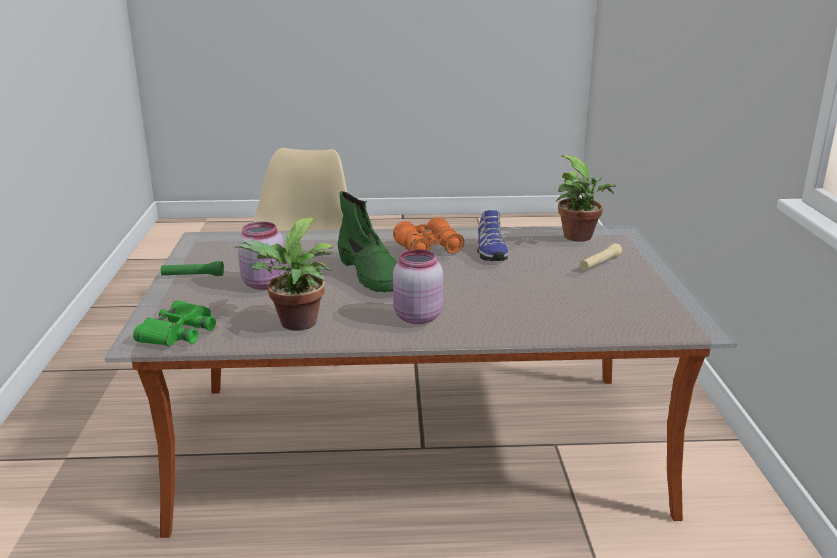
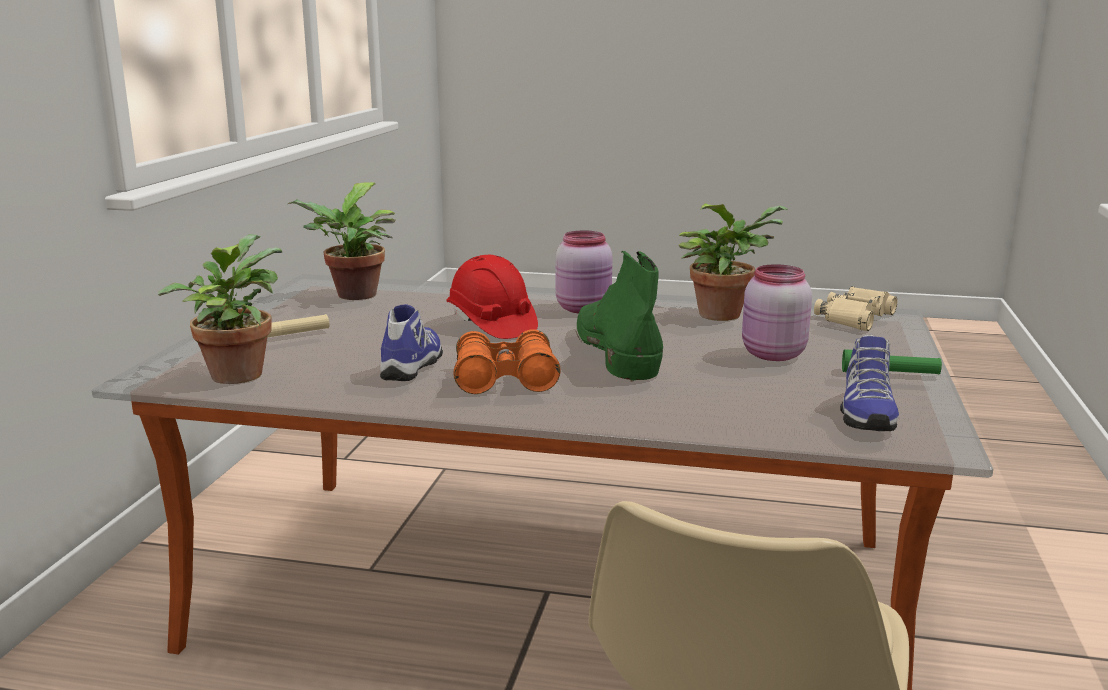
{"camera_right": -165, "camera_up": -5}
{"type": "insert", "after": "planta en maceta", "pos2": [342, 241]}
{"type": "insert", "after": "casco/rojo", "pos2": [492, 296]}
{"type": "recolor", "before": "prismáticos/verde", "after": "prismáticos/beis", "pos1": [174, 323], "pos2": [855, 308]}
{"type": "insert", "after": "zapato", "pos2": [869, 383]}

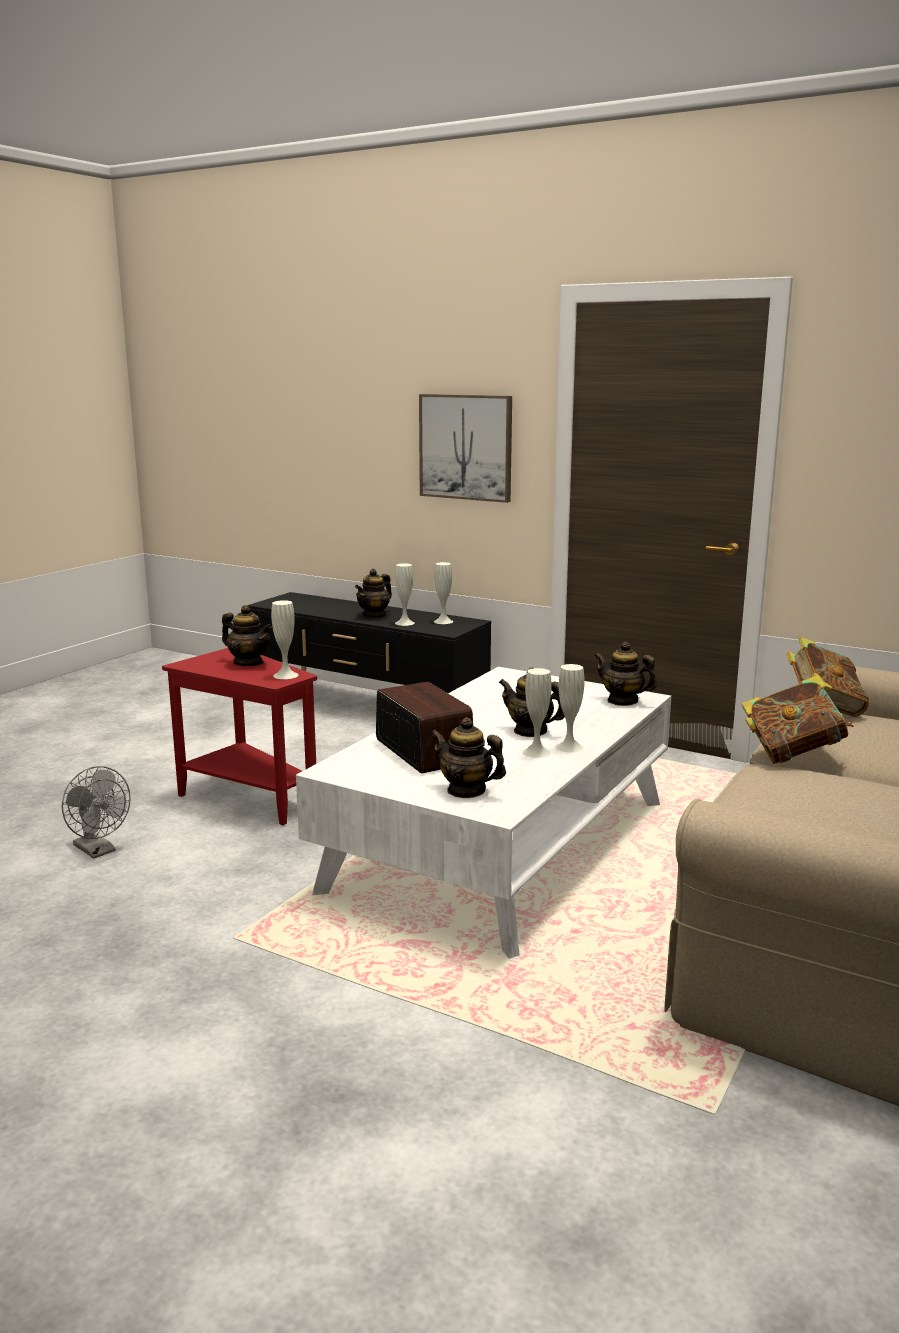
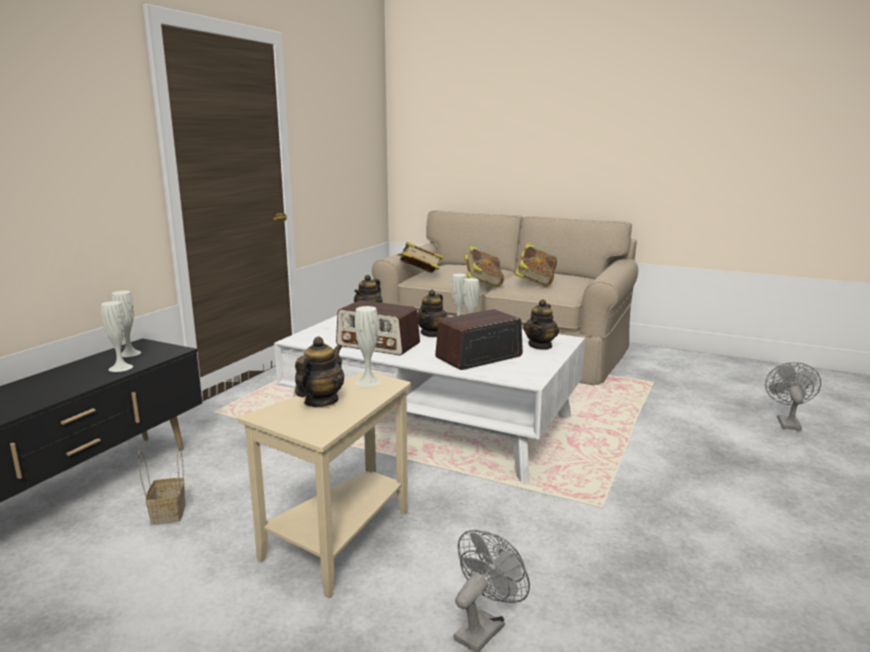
{"camera_right": -95, "camera_up": 0}
{"type": "insert", "after": "cesta", "pos2": [162, 486]}
{"type": "recolor", "before": "mesa auxiliar/rojo", "after": "mesa auxiliar/beis", "pos1": [239, 736], "pos2": [324, 485]}
{"type": "insert", "after": "radio", "pos2": [378, 327]}
{"type": "insert", "after": "libro", "pos2": [536, 265]}
{"type": "insert", "after": "ventilador/gris", "pos2": [793, 396]}
{"type": "delete", "before": "tetera", "pos1": [373, 593]}
{"type": "delete", "before": "cuadro", "pos1": [465, 448]}

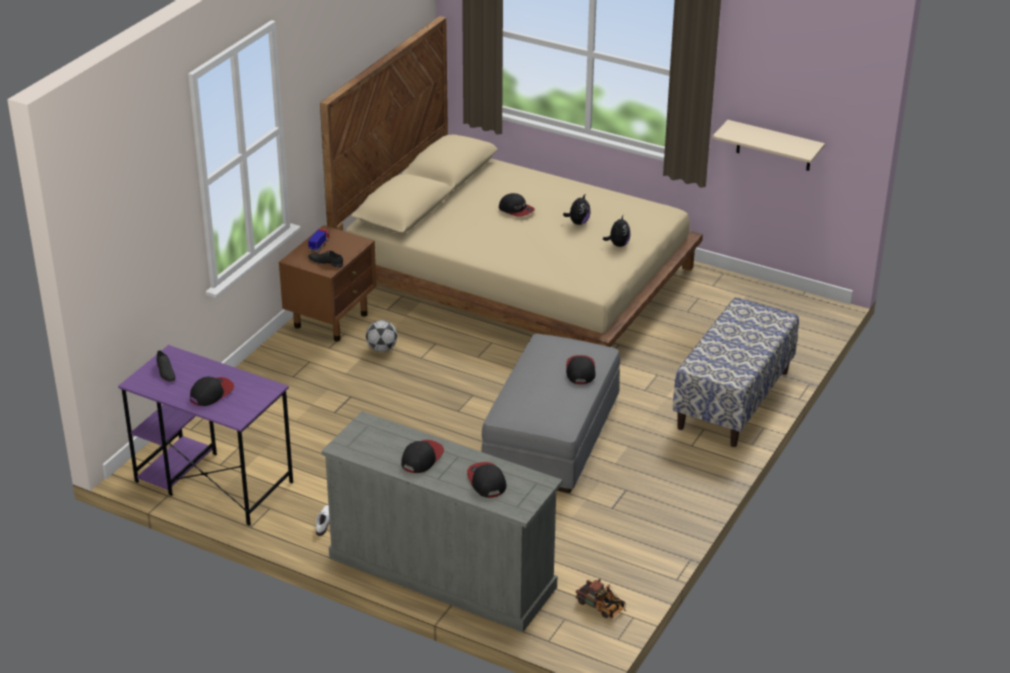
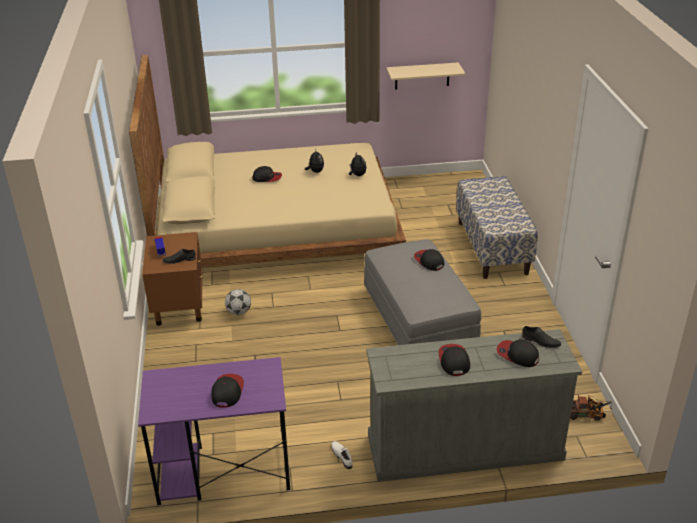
{"camera_right": -35, "camera_up": 0}
{"type": "move", "before": "zapato/negro", "pos1": [166, 366], "pos2": [542, 337]}

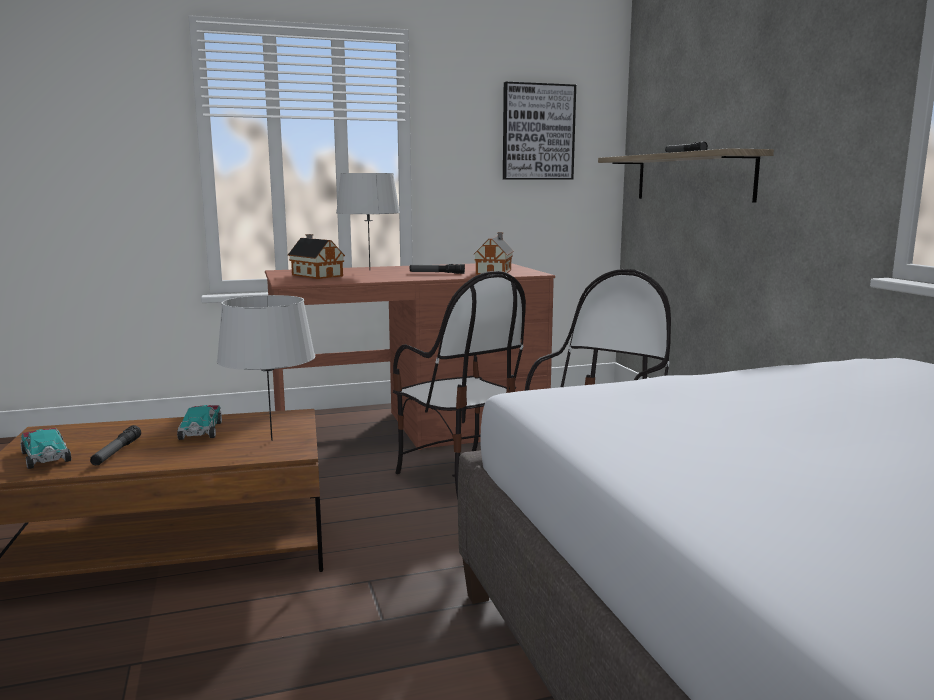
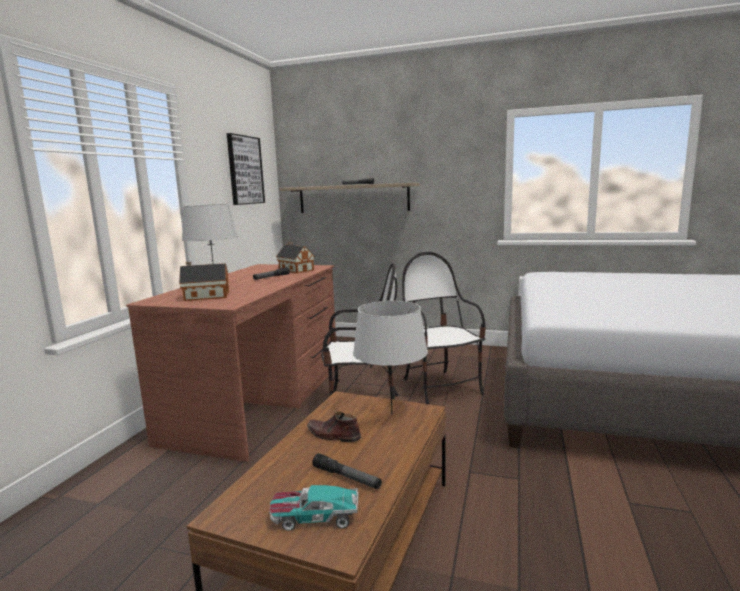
{"camera_right": -55, "camera_up": 0}
{"type": "replace", "before": "coche de juguete", "after": "zapato/marrón", "pos1": [199, 422], "pos2": [334, 427]}

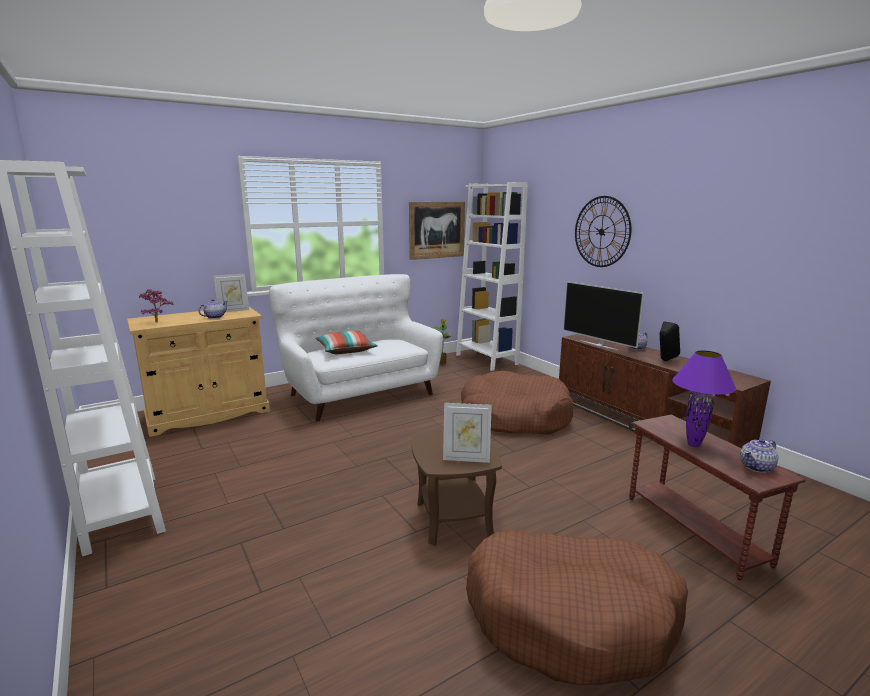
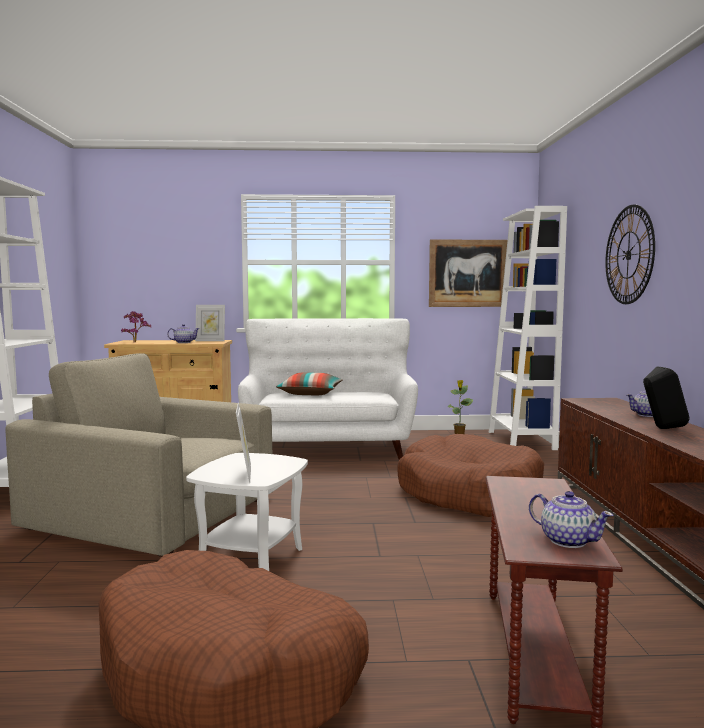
{"camera_right": 30, "camera_up": -10}
{"type": "insert", "after": "sillón/beis", "pos2": [138, 455]}
{"type": "recolor", "before": "mesa auxiliar/marrón", "after": "mesa auxiliar/blanco", "pos1": [457, 488], "pos2": [247, 512]}
{"type": "rotate", "before": "portarretratos", "pos1": [467, 433], "pos2": [243, 443], "turn": -135}
{"type": "rotate", "before": "tetera", "pos1": [759, 456], "pos2": [571, 519], "turn": -135}
{"type": "delete", "before": "televisor", "pos1": [603, 315]}
{"type": "delete", "before": "lámpara de mesa/morado", "pos1": [704, 398]}

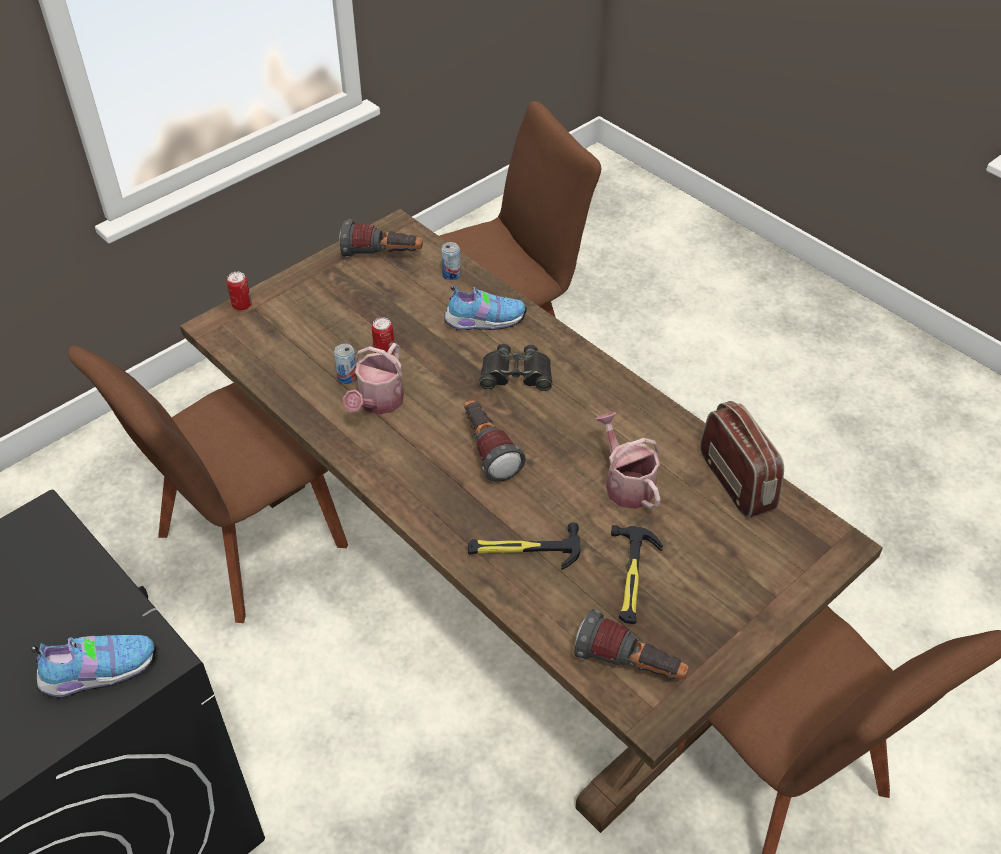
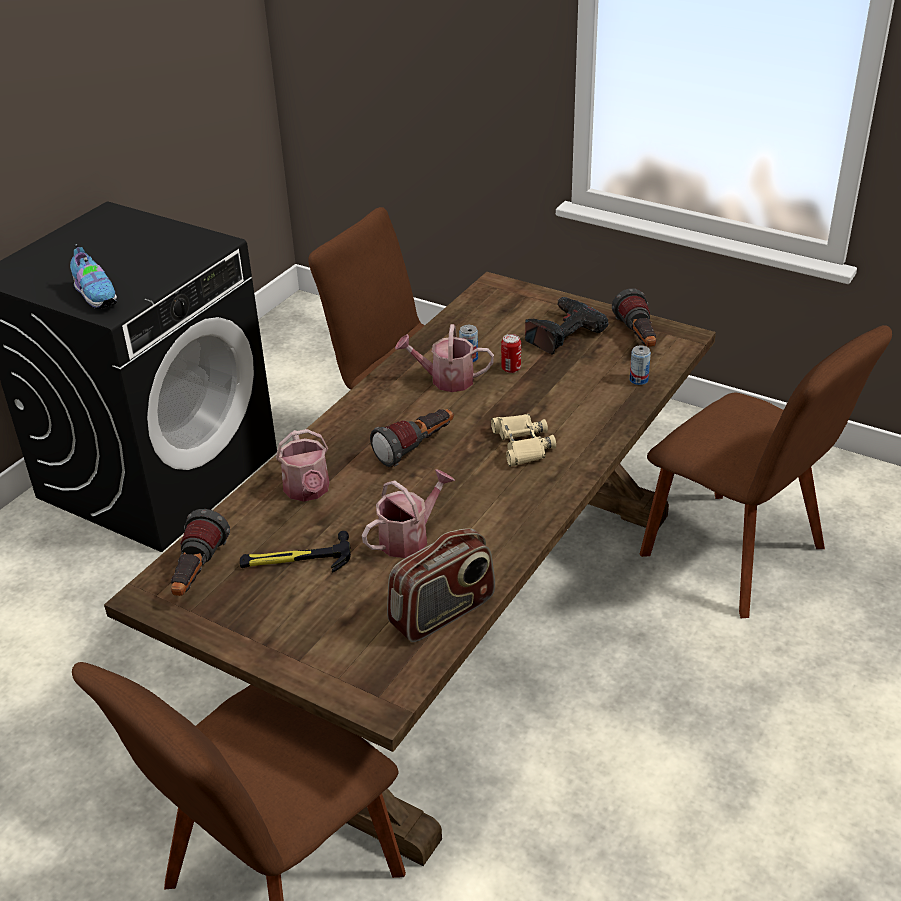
{"camera_right": 75, "camera_up": -10}
{"type": "replace", "before": "martillo", "after": "regadera", "pos1": [524, 546], "pos2": [302, 465]}
{"type": "recolor", "before": "prismáticos/negro", "after": "prismáticos/beis", "pos1": [515, 367], "pos2": [523, 440]}
{"type": "insert", "after": "taladro", "pos2": [566, 326]}
{"type": "delete", "before": "lata", "pos1": [239, 291]}
{"type": "delete", "before": "zapato", "pos1": [485, 308]}

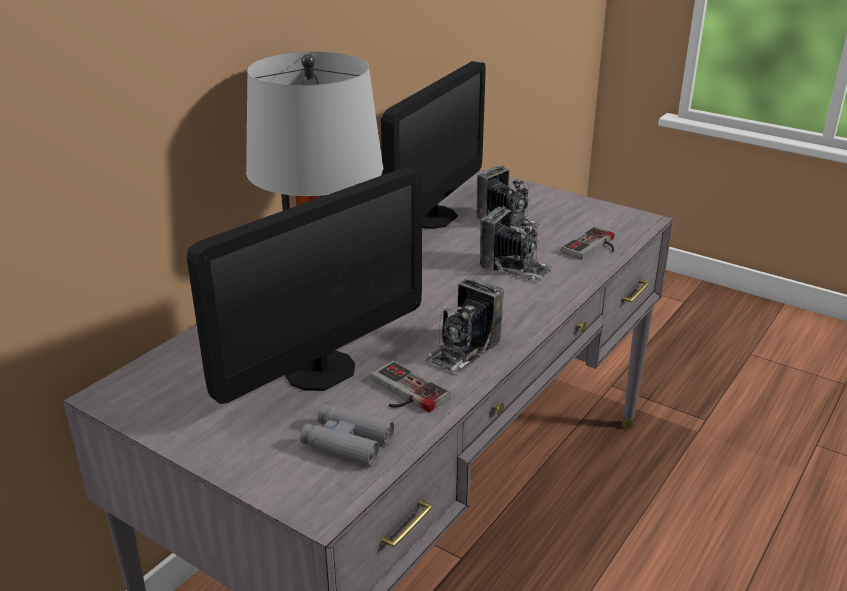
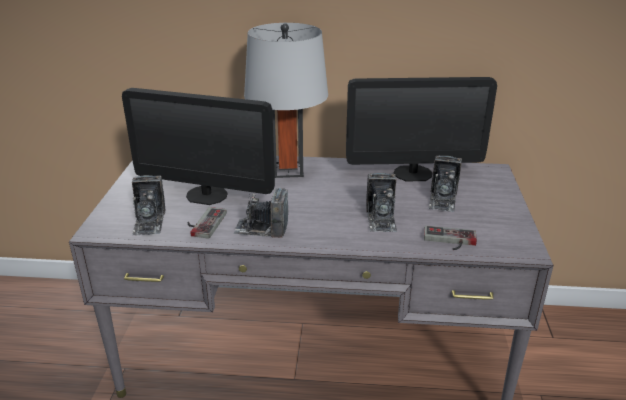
{"camera_right": 60, "camera_up": 0}
{"type": "replace", "before": "prismáticos/gris", "after": "cámara", "pos1": [347, 435], "pos2": [148, 205]}

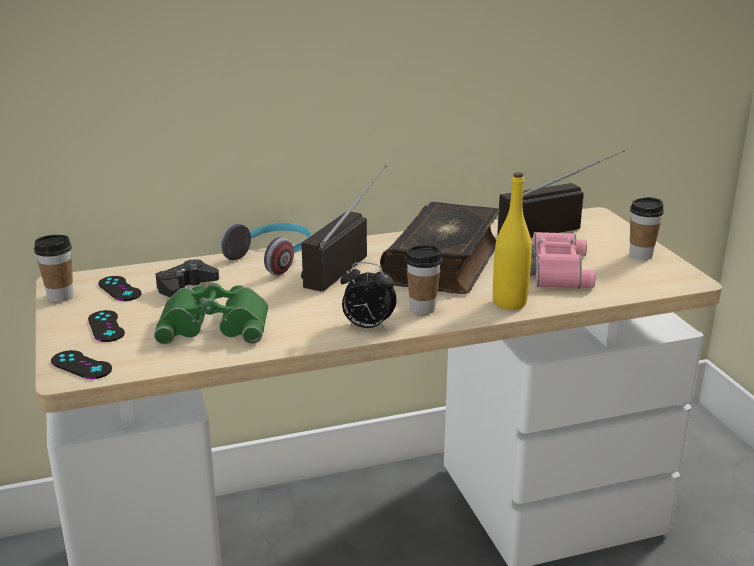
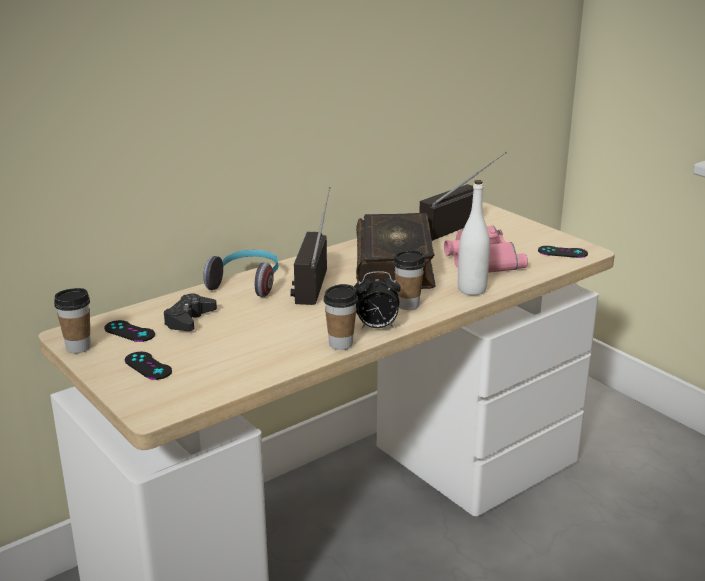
{"camera_right": -20, "camera_up": 0}
{"type": "move", "before": "taza", "pos1": [646, 228], "pos2": [341, 317]}
{"type": "recolor", "before": "botella/amarillo", "after": "botella/blanco", "pos1": [512, 241], "pos2": [474, 237]}
{"type": "move", "before": "mando de consola/negro", "pos1": [81, 364], "pos2": [563, 252]}
{"type": "delete", "before": "prismáticos/verde", "pos1": [211, 313]}

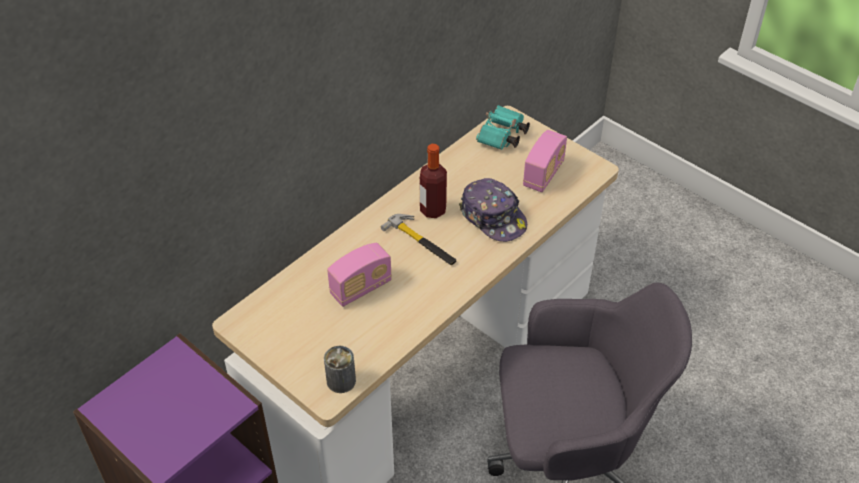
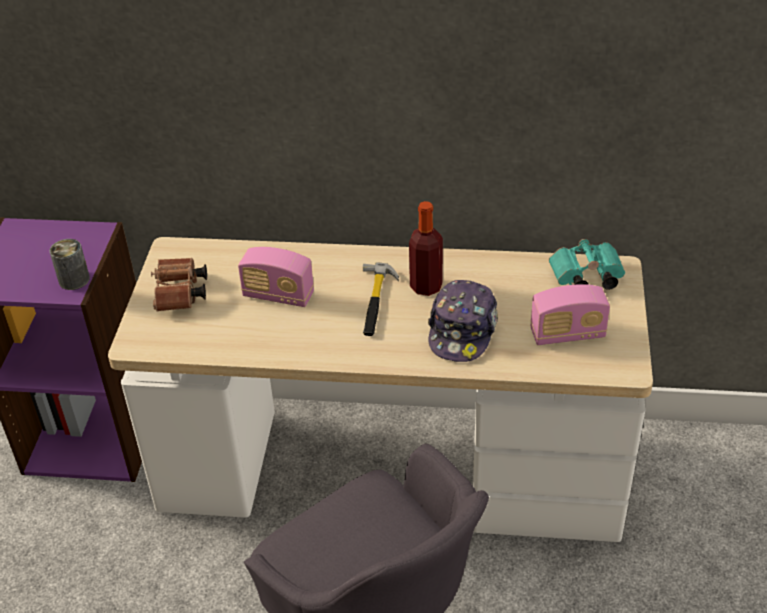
{"camera_right": 55, "camera_up": -5}
{"type": "move", "before": "lata", "pos1": [340, 369], "pos2": [69, 264]}
{"type": "insert", "after": "prismáticos/marrón", "pos2": [179, 285]}

